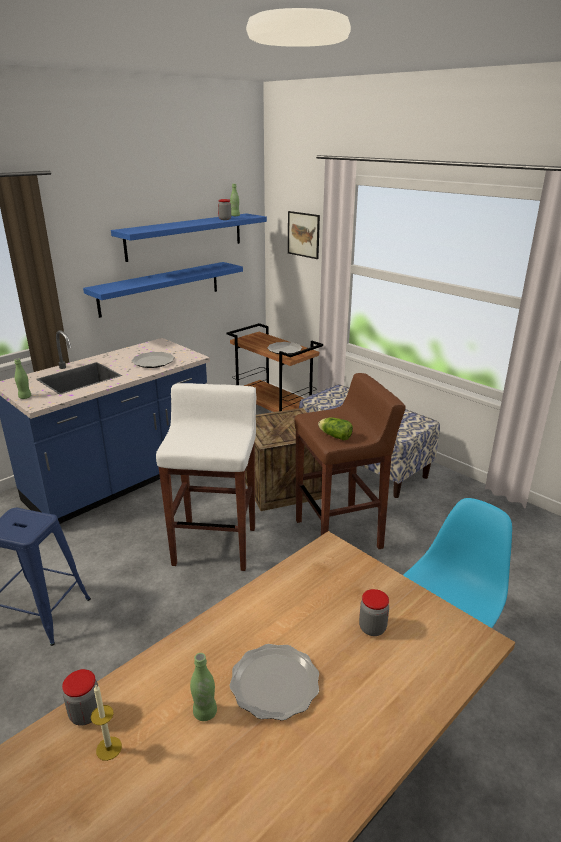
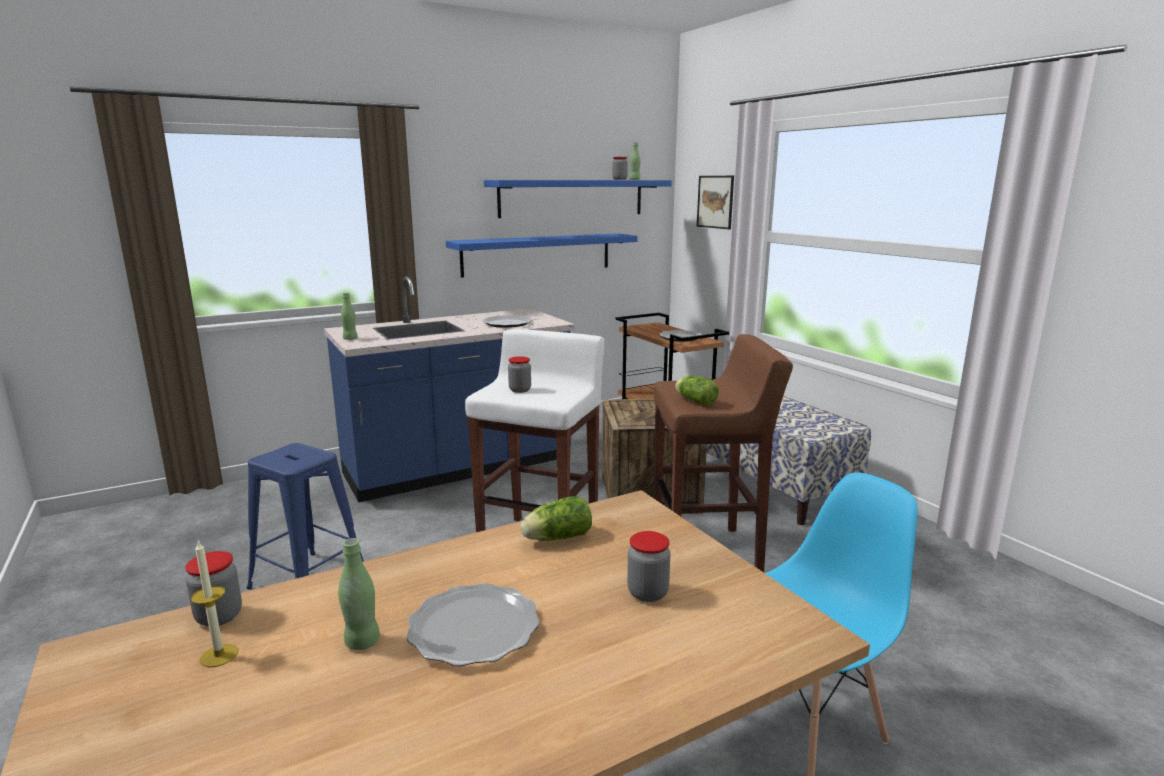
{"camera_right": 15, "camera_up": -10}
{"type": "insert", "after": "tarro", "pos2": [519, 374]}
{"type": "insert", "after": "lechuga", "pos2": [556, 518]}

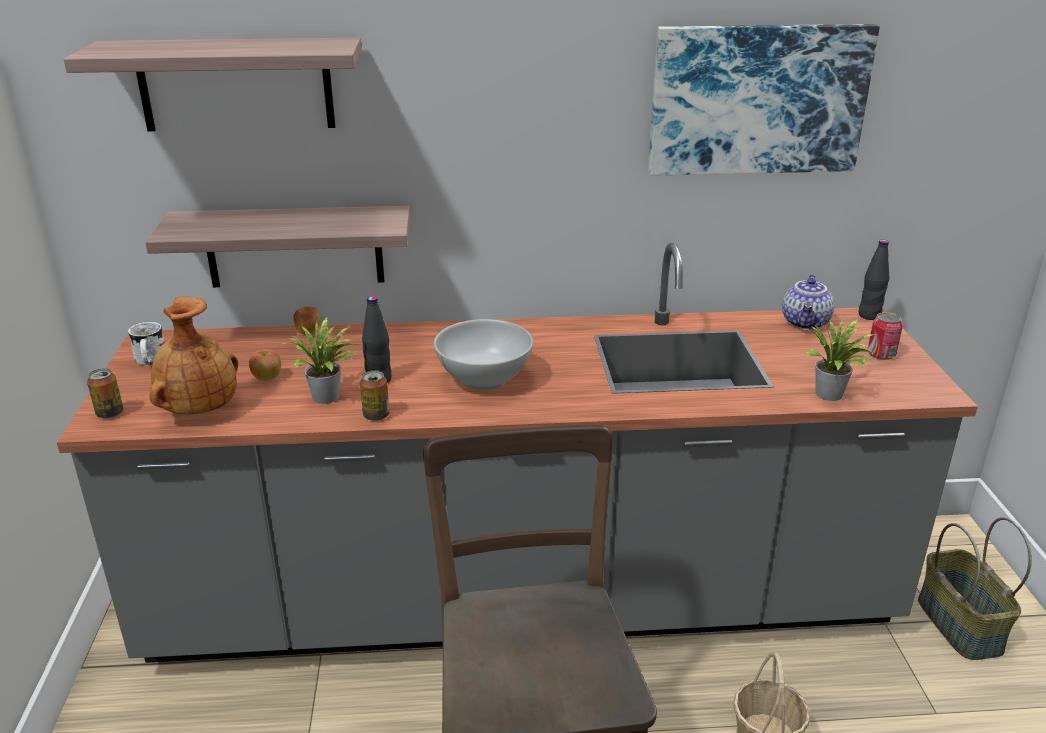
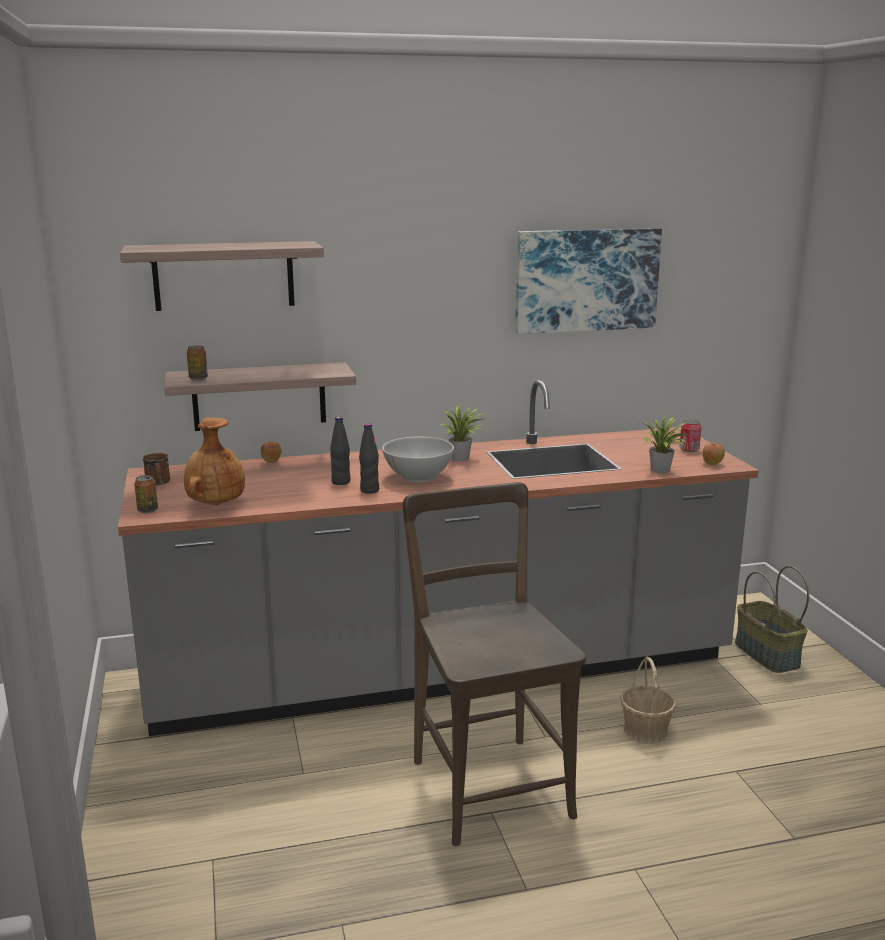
{"camera_right": -10, "camera_up": -10}
{"type": "recolor", "before": "taza grande/blanco", "after": "taza grande/marrón", "pos1": [146, 344], "pos2": [156, 469]}
{"type": "move", "before": "lata", "pos1": [375, 395], "pos2": [197, 362]}
{"type": "move", "before": "botella/negro", "pos1": [874, 280], "pos2": [369, 458]}
{"type": "move", "before": "planta en maceta", "pos1": [320, 360], "pos2": [463, 432]}
{"type": "move", "before": "manzana", "pos1": [265, 365], "pos2": [714, 454]}
{"type": "delete", "before": "tetera", "pos1": [808, 302]}

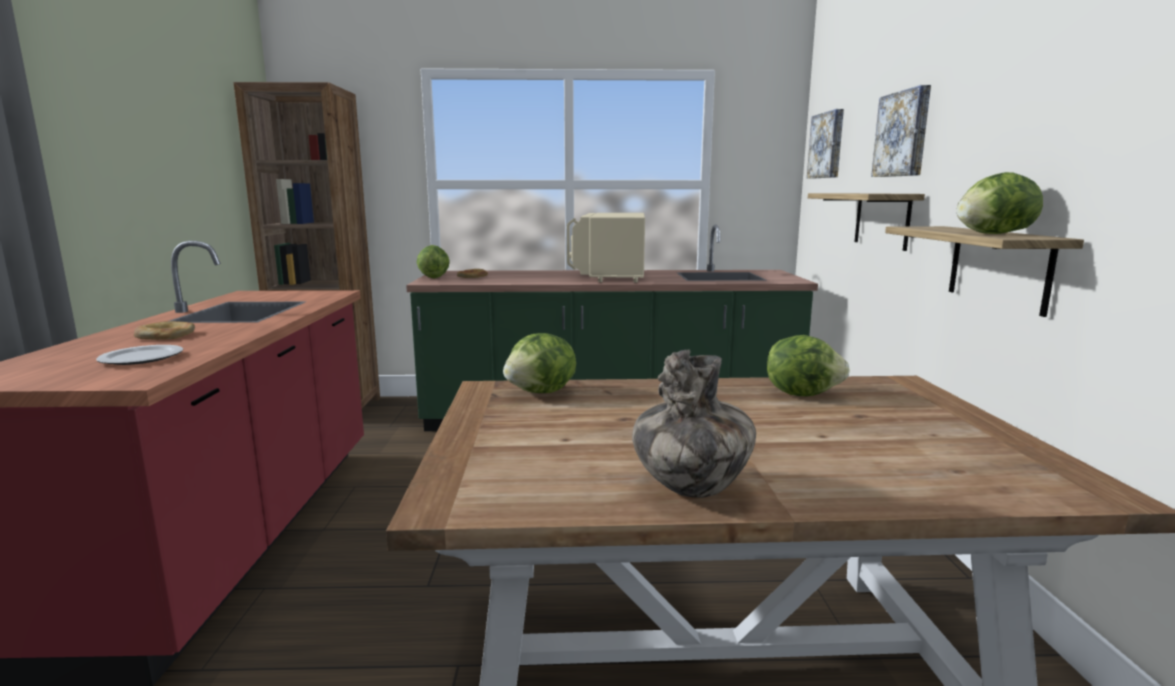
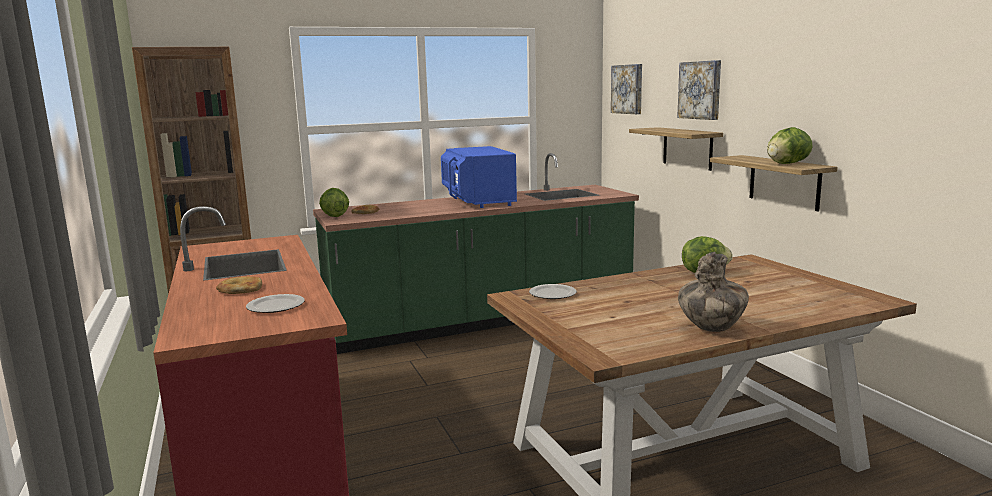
{"camera_right": -20, "camera_up": 0}
{"type": "recolor", "before": "microondas/beis", "after": "microondas/azul", "pos1": [606, 248], "pos2": [479, 177]}
{"type": "replace", "before": "lechuga", "after": "plato", "pos1": [539, 363], "pos2": [553, 291]}

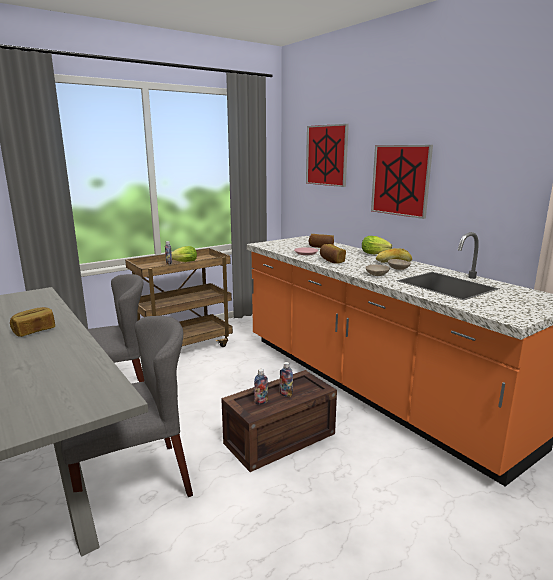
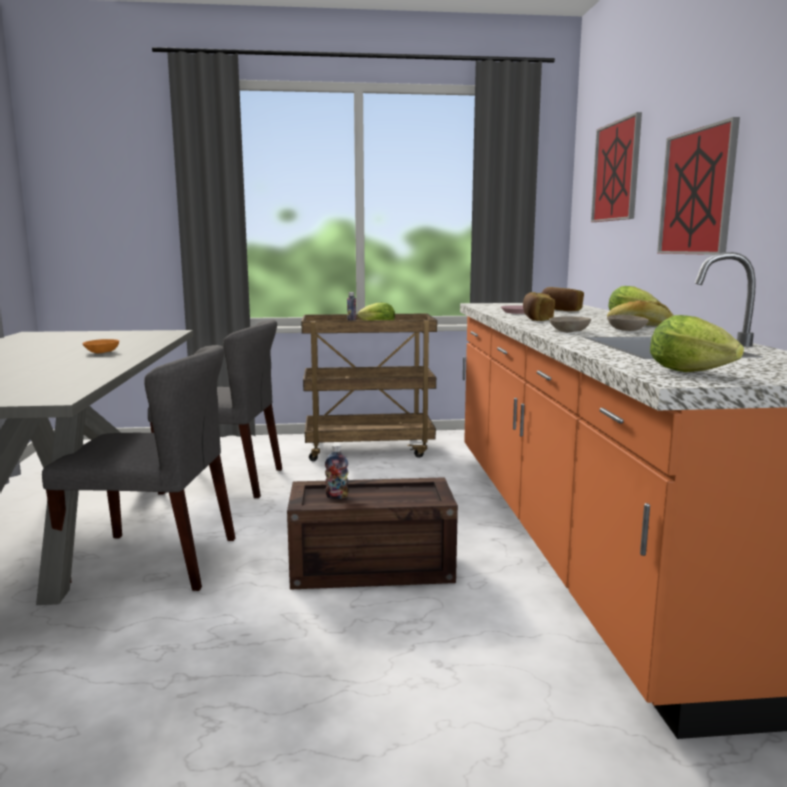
{"camera_right": 30, "camera_up": -5}
{"type": "replace", "before": "pan", "after": "cuenco/naranja", "pos1": [32, 322], "pos2": [100, 346]}
{"type": "insert", "after": "lechuga", "pos2": [697, 343]}
{"type": "delete", "before": "botella", "pos1": [286, 379]}

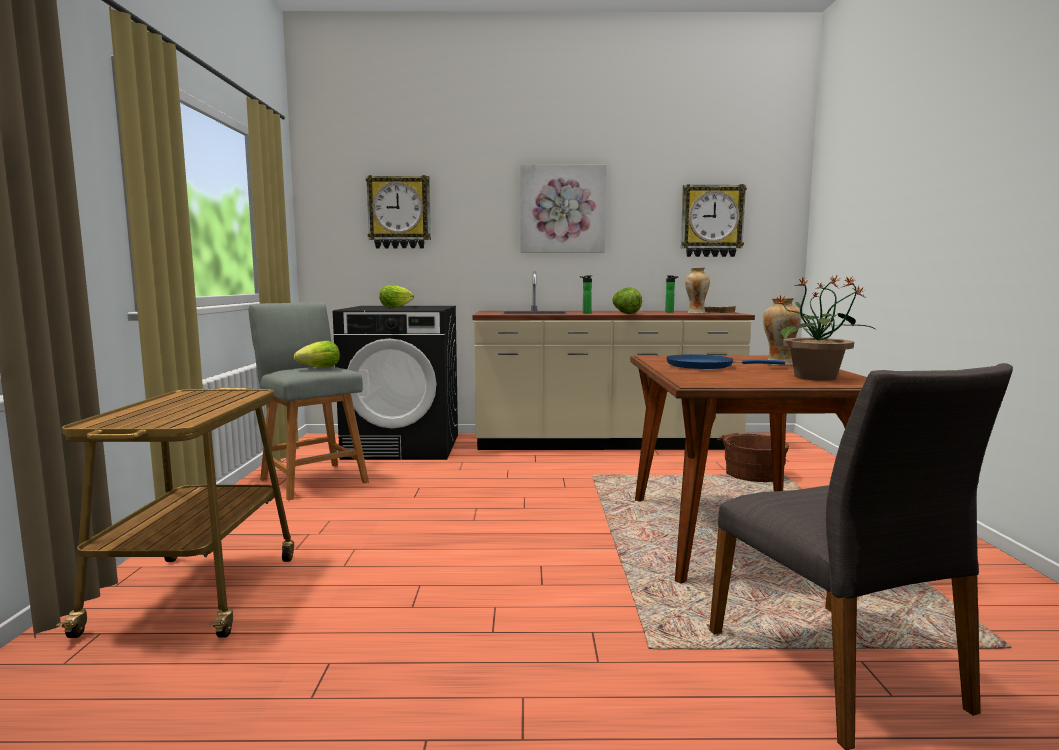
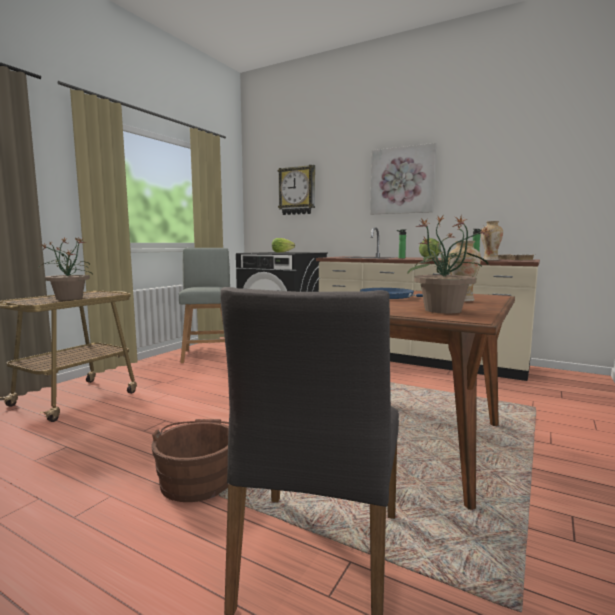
{"camera_right": 30, "camera_up": 0}
{"type": "insert", "after": "planta en maceta", "pos2": [64, 268]}
{"type": "move", "before": "cubo/marrón", "pos1": [753, 457], "pos2": [190, 460]}
{"type": "delete", "before": "lechuga", "pos1": [317, 354]}
{"type": "delete", "before": "reloj de pared", "pos1": [714, 220]}

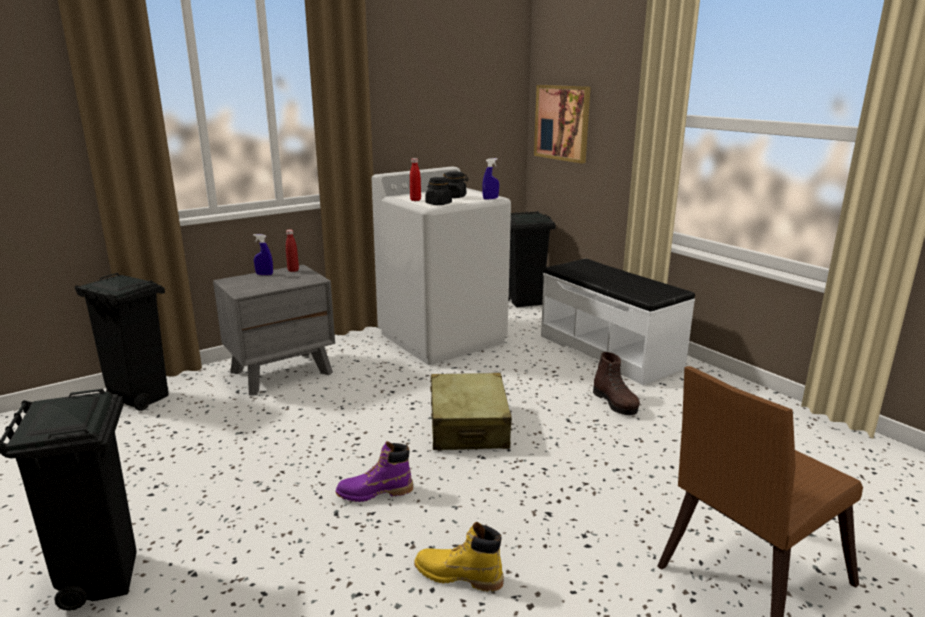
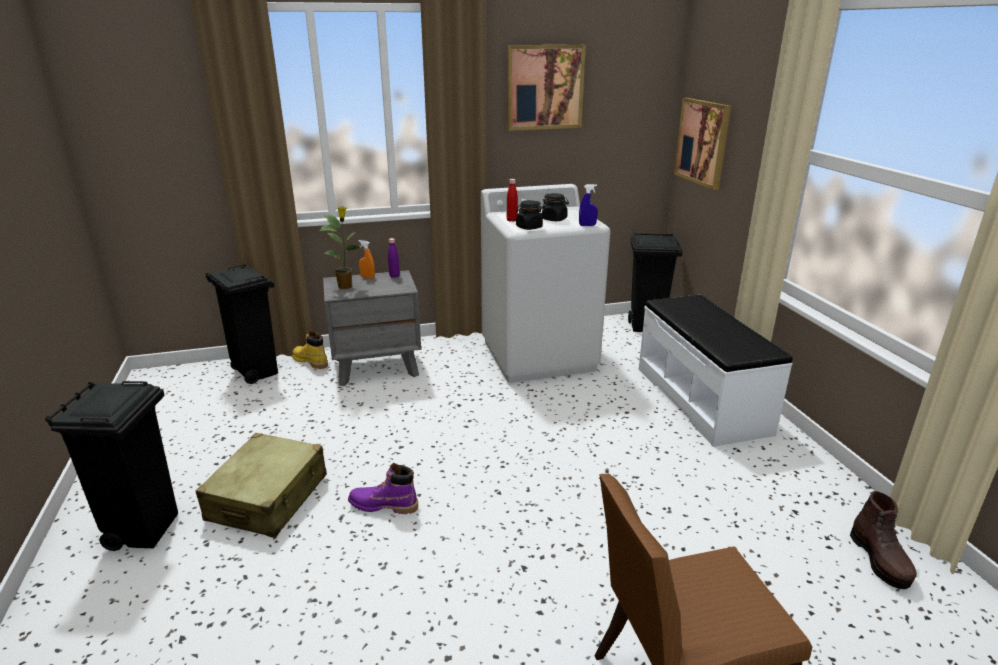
{"camera_right": 20, "camera_up": 5}
{"type": "move", "before": "maleta/beis", "pos1": [471, 411], "pos2": [261, 485]}
{"type": "move", "before": "bota/amarillo", "pos1": [459, 557], "pos2": [310, 349]}
{"type": "insert", "after": "planta en maceta", "pos2": [341, 247]}
{"type": "recolor", "before": "pulverizador/azul", "after": "pulverizador/naranja", "pos1": [263, 254], "pos2": [367, 259]}
{"type": "recolor", "before": "botella/rojo", "after": "botella/morado", "pos1": [292, 251], "pos2": [394, 258]}
{"type": "insert", "after": "cuadro", "pos2": [546, 88]}
{"type": "move", "before": "bota/marrón", "pos1": [616, 383], "pos2": [883, 540]}

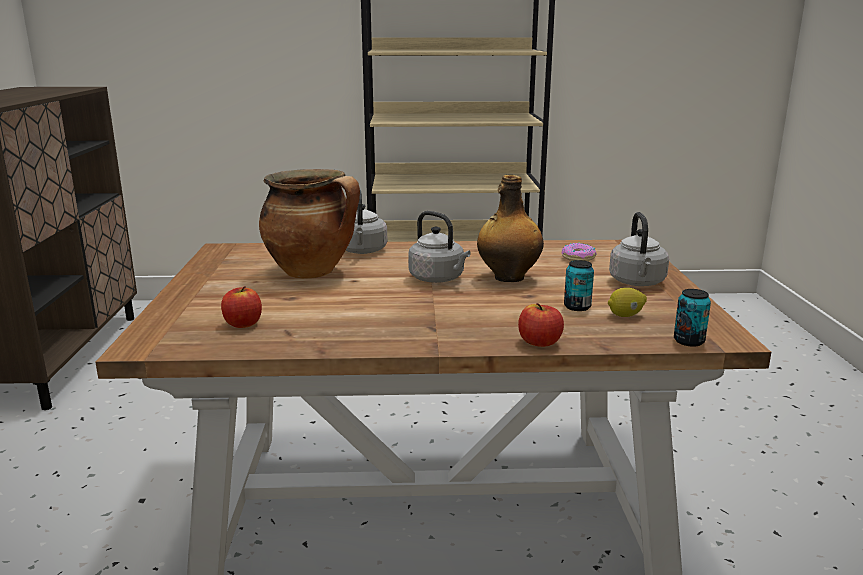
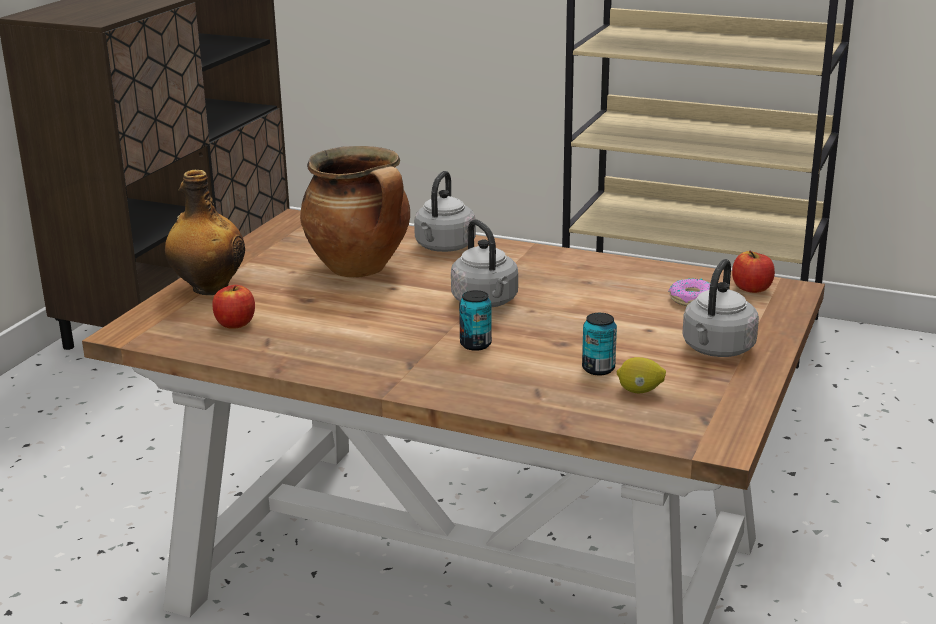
{"camera_right": 25, "camera_up": 5}
{"type": "move", "before": "botella", "pos1": [510, 228], "pos2": [205, 232]}
{"type": "move", "before": "lata", "pos1": [692, 318], "pos2": [475, 320]}
{"type": "move", "before": "manzana", "pos1": [541, 325], "pos2": [753, 272]}

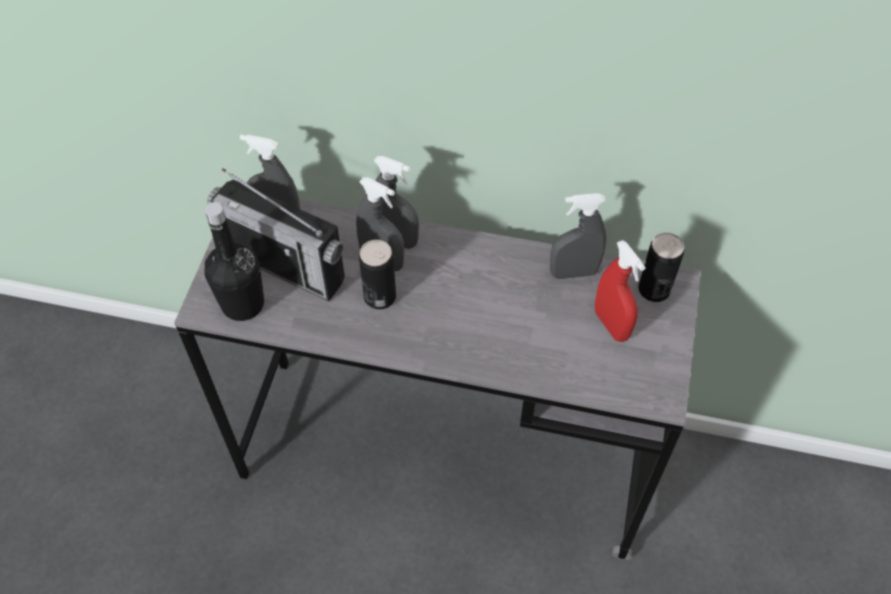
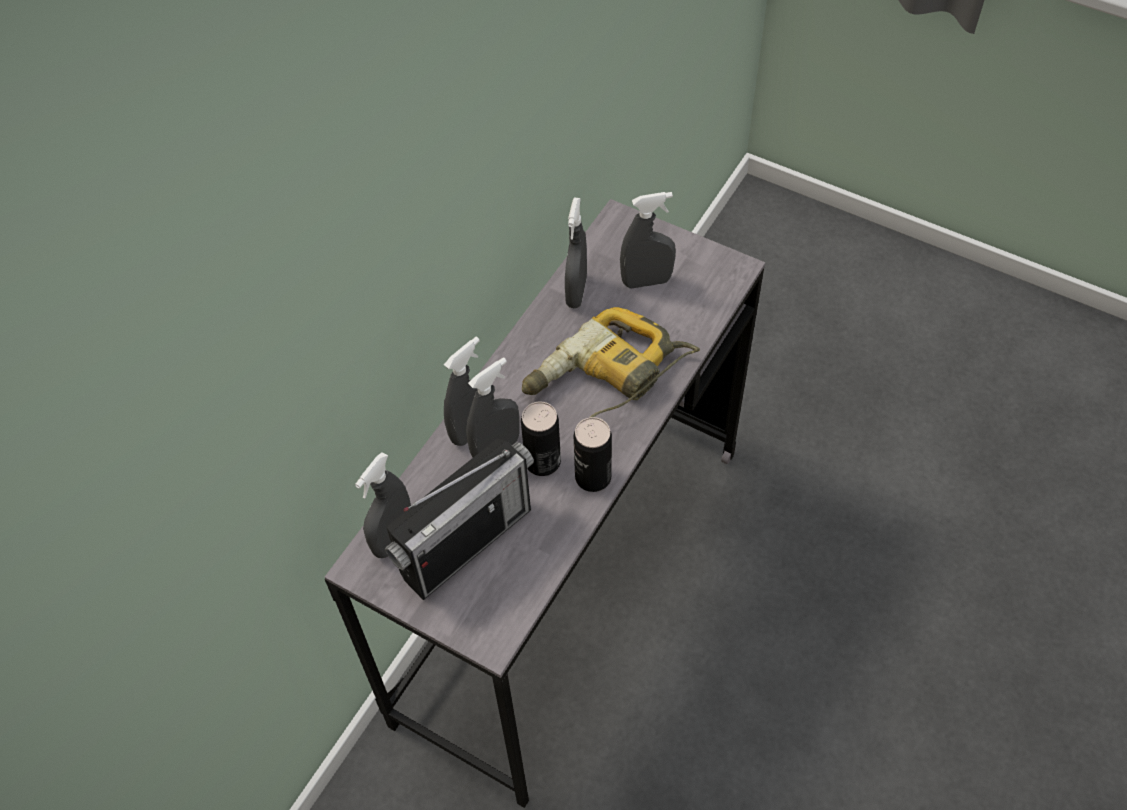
{"camera_right": -70, "camera_up": 0}
{"type": "insert", "after": "taladro", "pos2": [611, 362]}
{"type": "move", "before": "lata", "pos1": [661, 267], "pos2": [593, 454]}
{"type": "recolor", "before": "pulverizador/rojo", "after": "pulverizador/gris", "pos1": [620, 291], "pos2": [648, 240]}
{"type": "delete", "before": "botella/negro", "pos1": [234, 261]}

